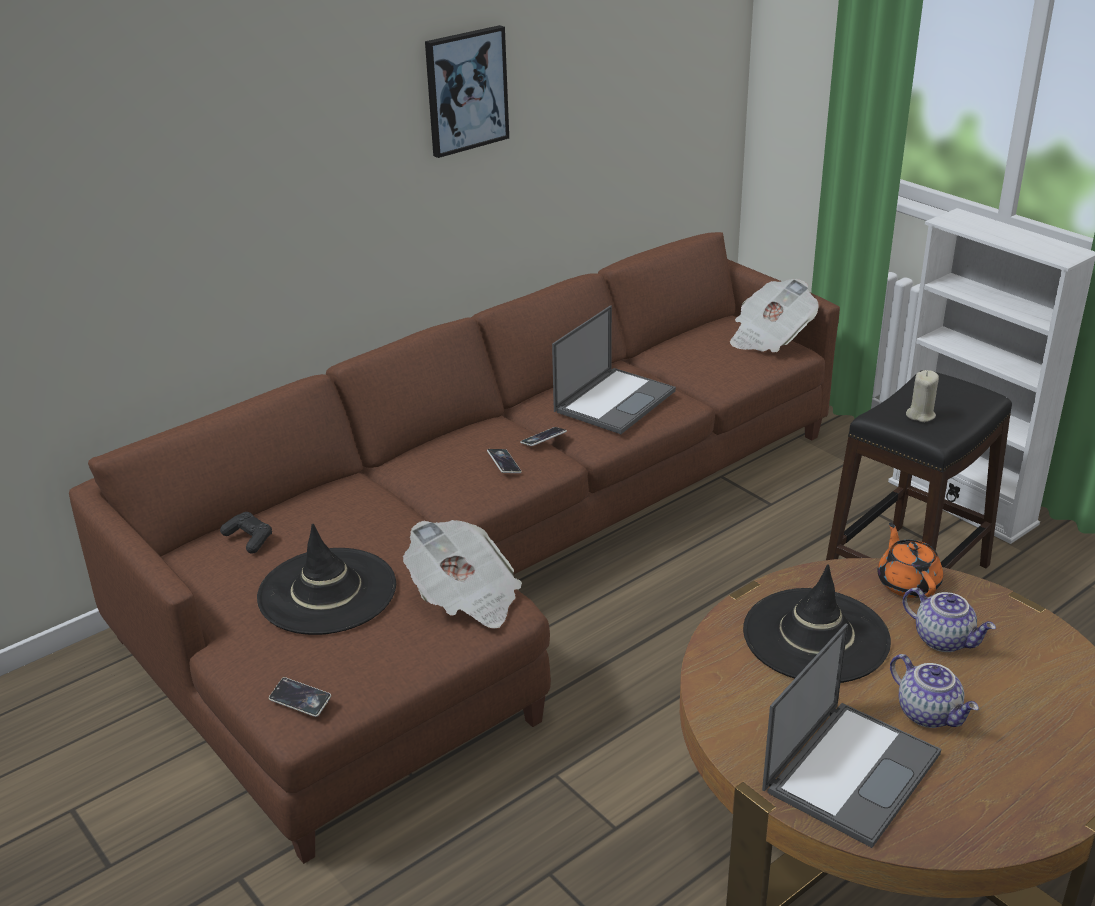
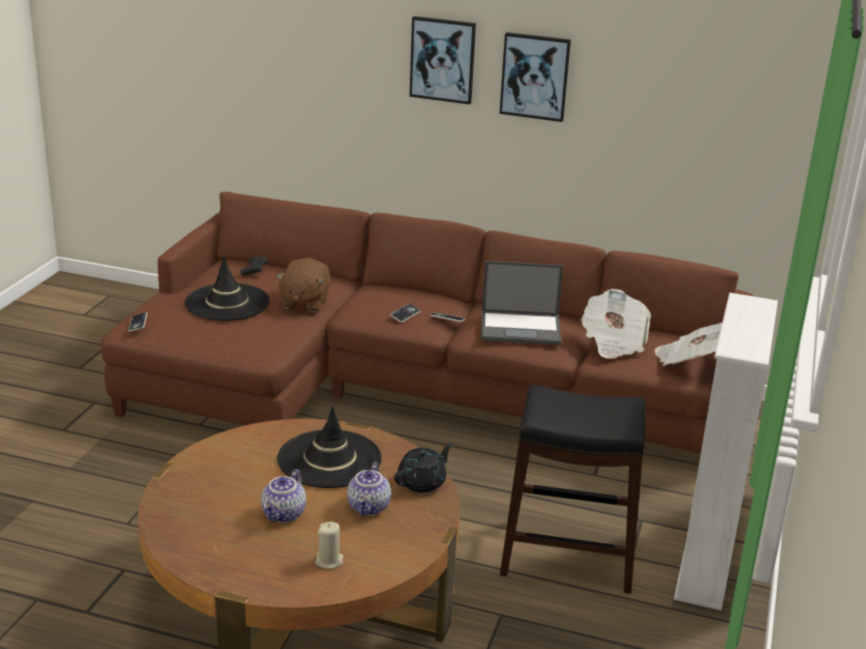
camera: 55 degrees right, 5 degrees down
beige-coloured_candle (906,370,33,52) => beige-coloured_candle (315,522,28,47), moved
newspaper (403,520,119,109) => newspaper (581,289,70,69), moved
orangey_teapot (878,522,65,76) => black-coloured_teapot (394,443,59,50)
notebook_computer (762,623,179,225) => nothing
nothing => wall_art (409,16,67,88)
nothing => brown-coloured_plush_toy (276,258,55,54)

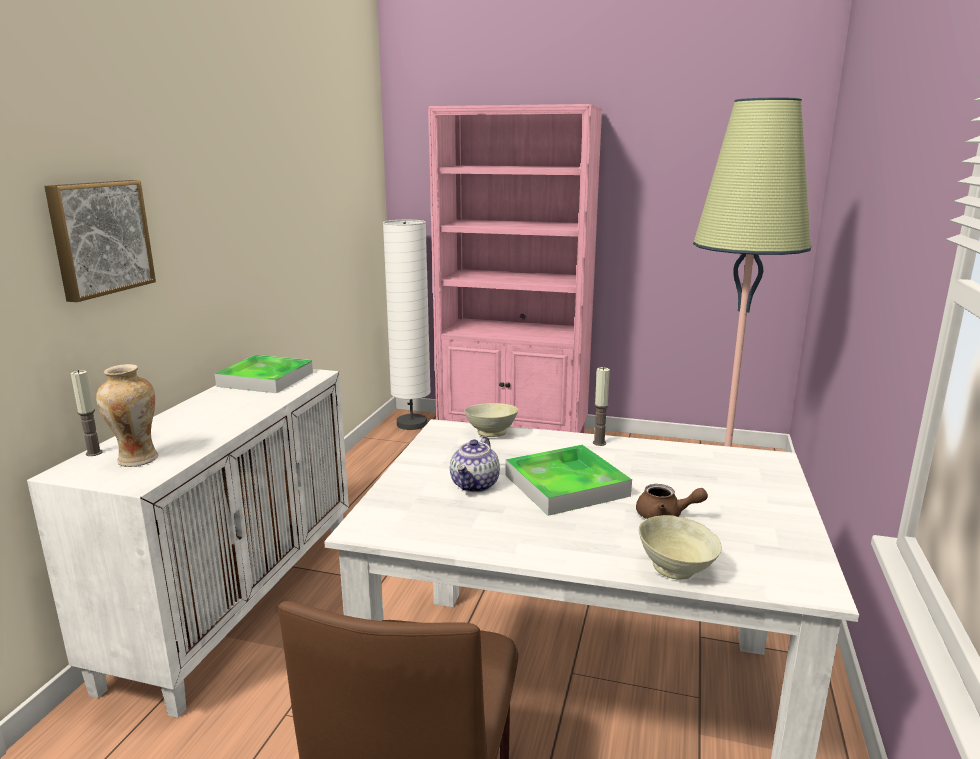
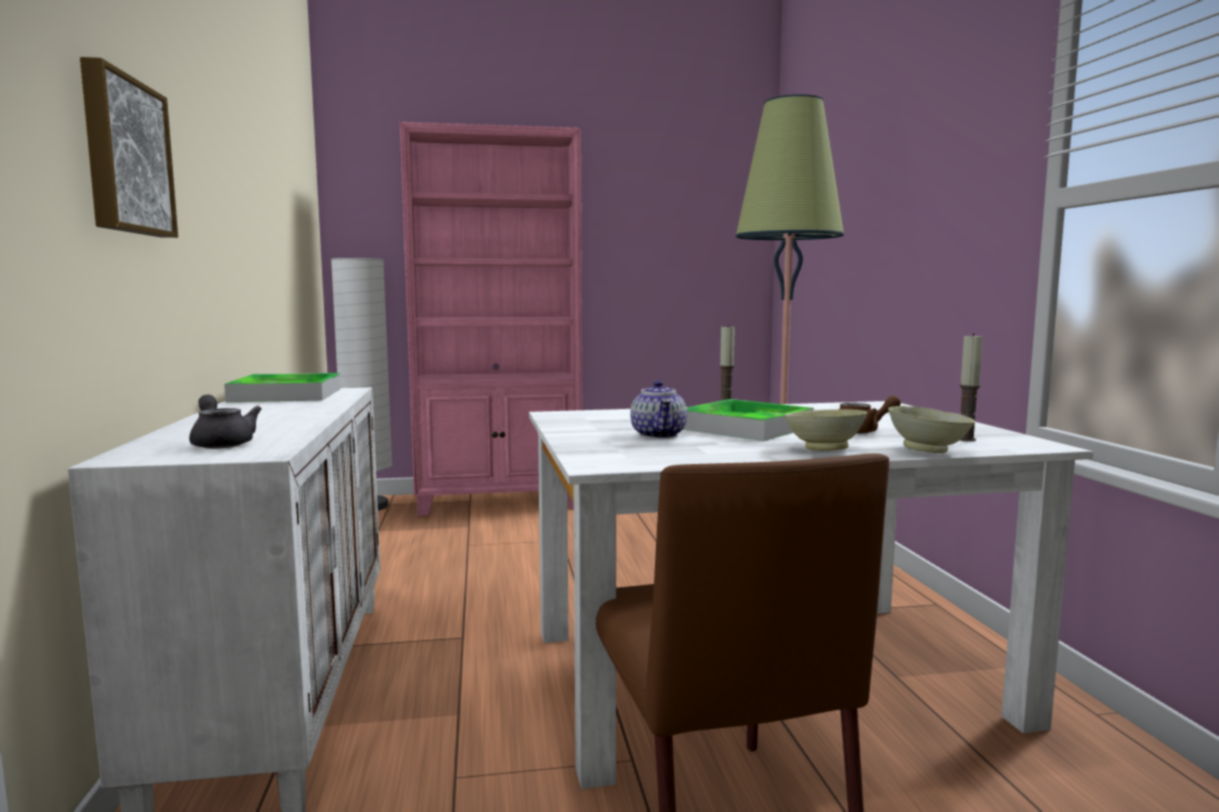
camera: 25 degrees left, 10 degrees down
decorative_vase (96,364,62,103) => grey_teapot (189,395,73,54)
candle (71,370,32,86) => candle (960,333,22,108), moved
beige-coloured_serving_bowl (464,403,54,34) => beige-coloured_serving_bowl (785,409,82,42), moved

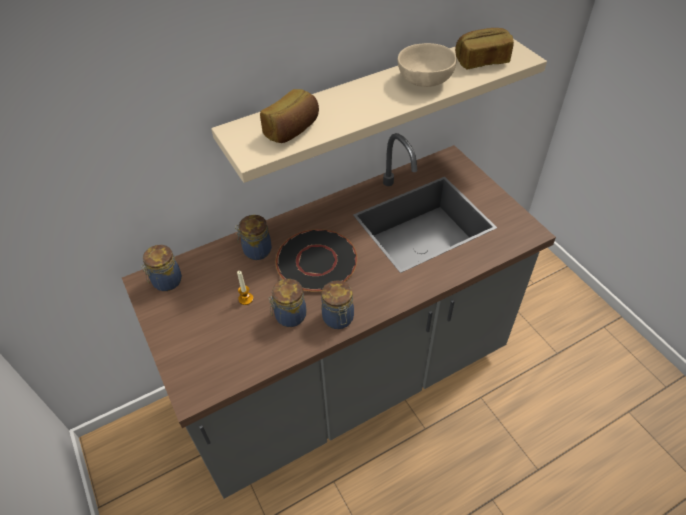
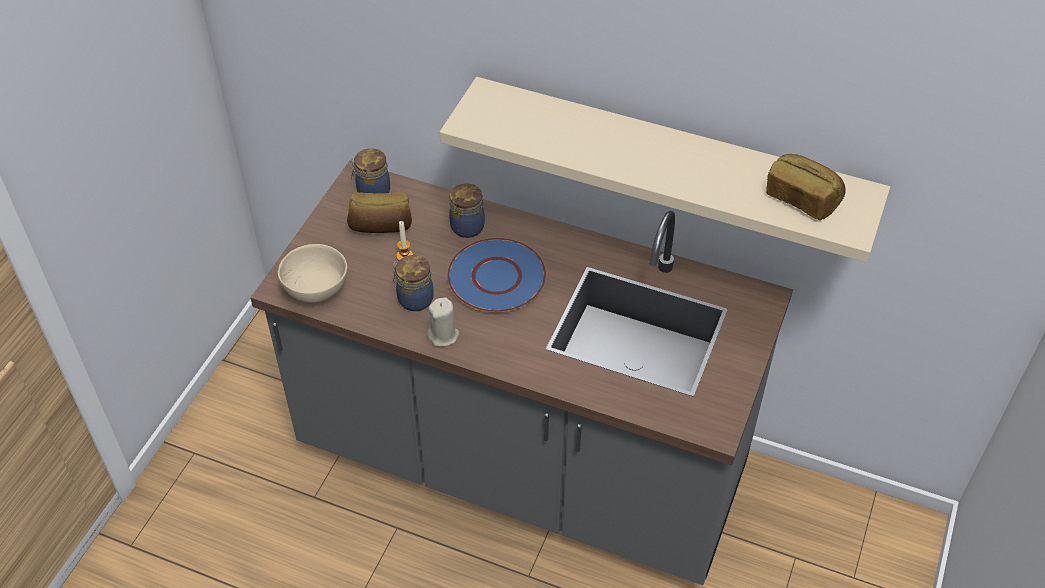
camera: 50 degrees right, 0 degrees up
beige-coloured_serving_bowl (398,43,59,44) => beige-coloured_serving_bowl (278,244,70,59), moved
bakery_bread (260,89,59,54) => bakery_bread (347,192,65,41), moved
black-coloured_plate (276,229,81,63) => blue-coloured_plate (447,238,100,75)
preserve_jar (321,280,33,49) => beige-coloured_candle (427,298,32,49)

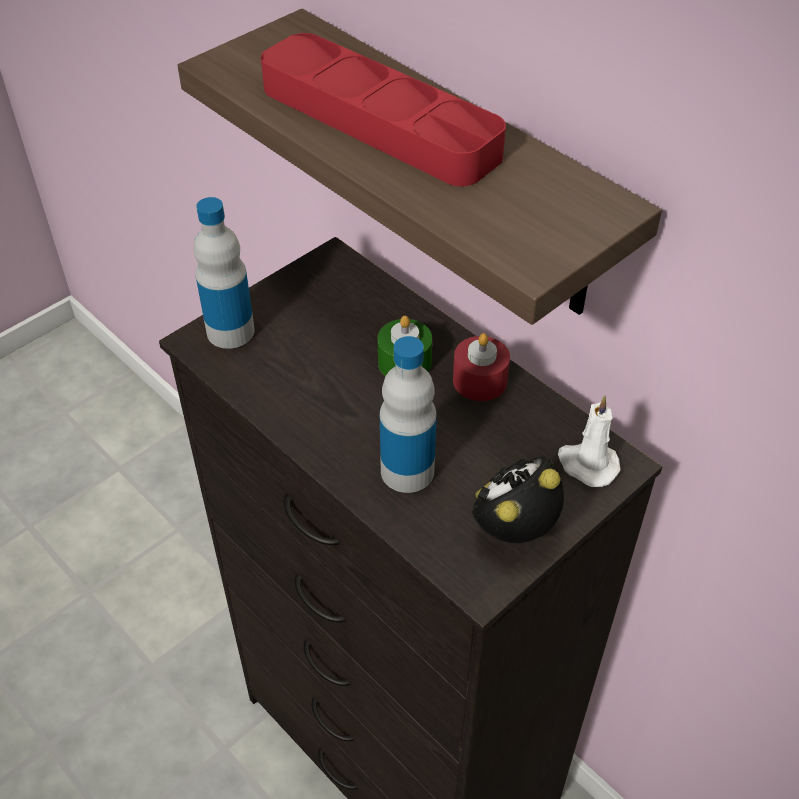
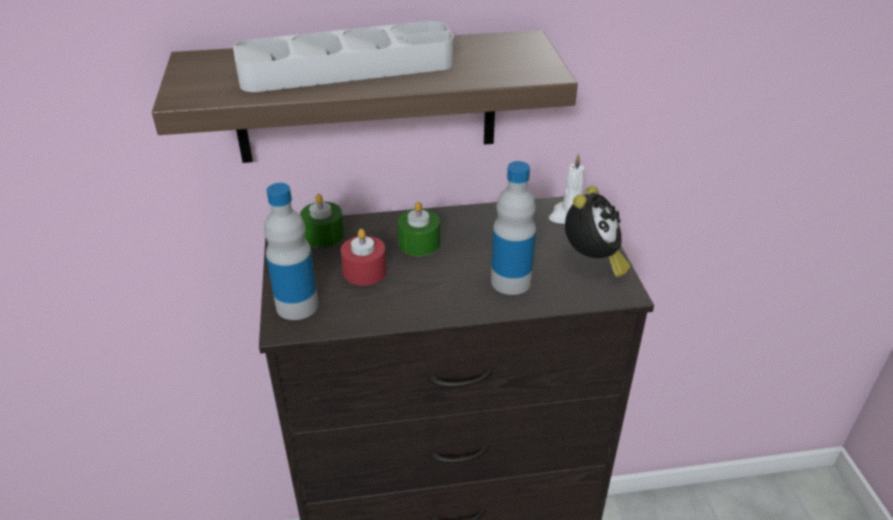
camera: 55 degrees left, 10 degrees down
red_carrying_tray (261,33,245,153) => grey_carrying_tray (233,21,221,71)
red_candle (453,333,57,68) => red_candle (341,229,46,57), moved
bedside_clock (472,456,92,87) => bedside_clock (565,186,65,91), 150 degrees counterclockwise
nothing => green-coloured_candle (300,194,44,54)

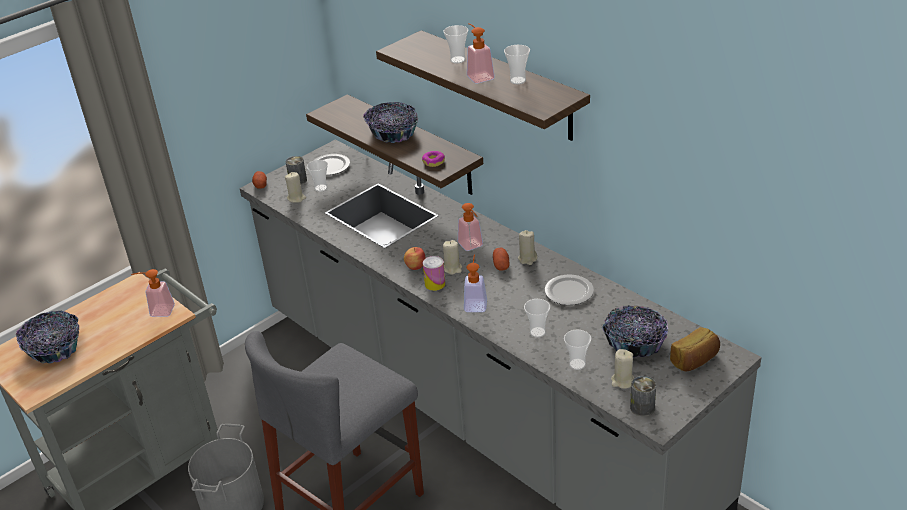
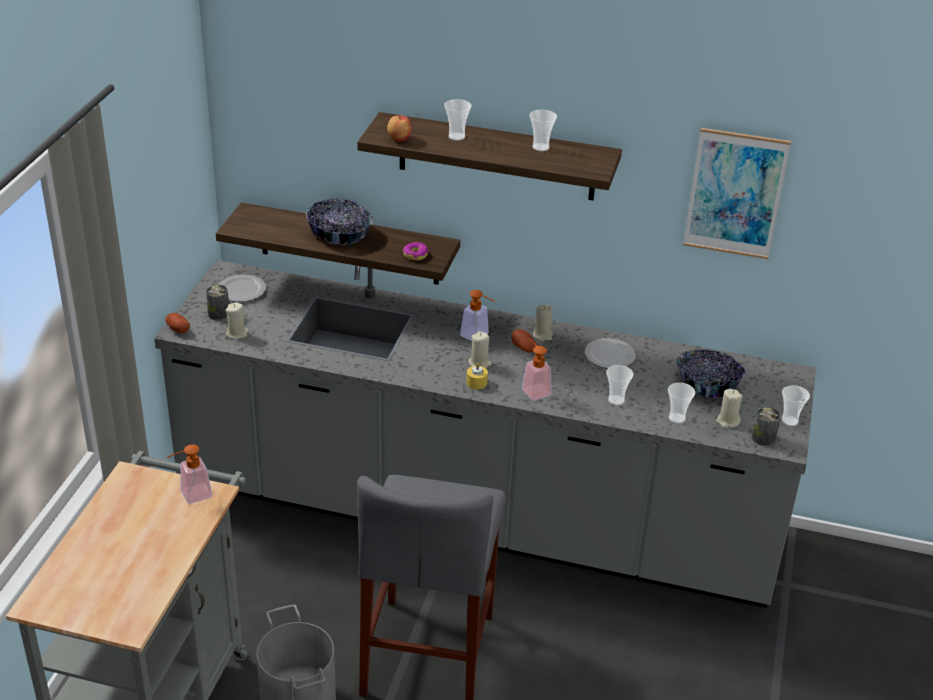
camera: 35 degrees left, 0 degrees up
liquid_soap_bottle (467,23,28,61) => nothing
cup (307,160,21,32) => cup (781,385,29,41), moved
whole_apple (404,247,21,23) => whole_apple (387,114,25,28), moved
metal_can (423,256,22,35) => yellow-coloured_candle (466,363,22,26)
serving_bowl (16,311,63,53) => nothing
bakery_bread (670,327,50,44) => nothing
nothing => wall_art (683,128,108,131)

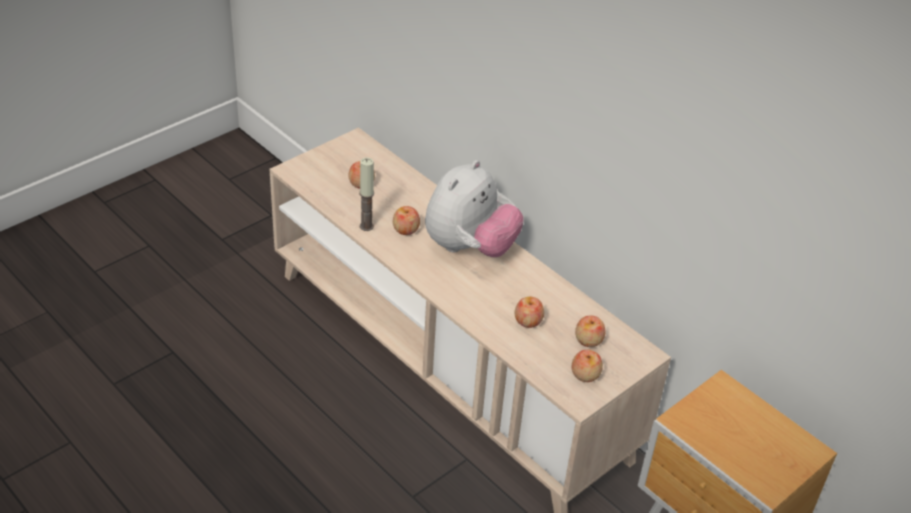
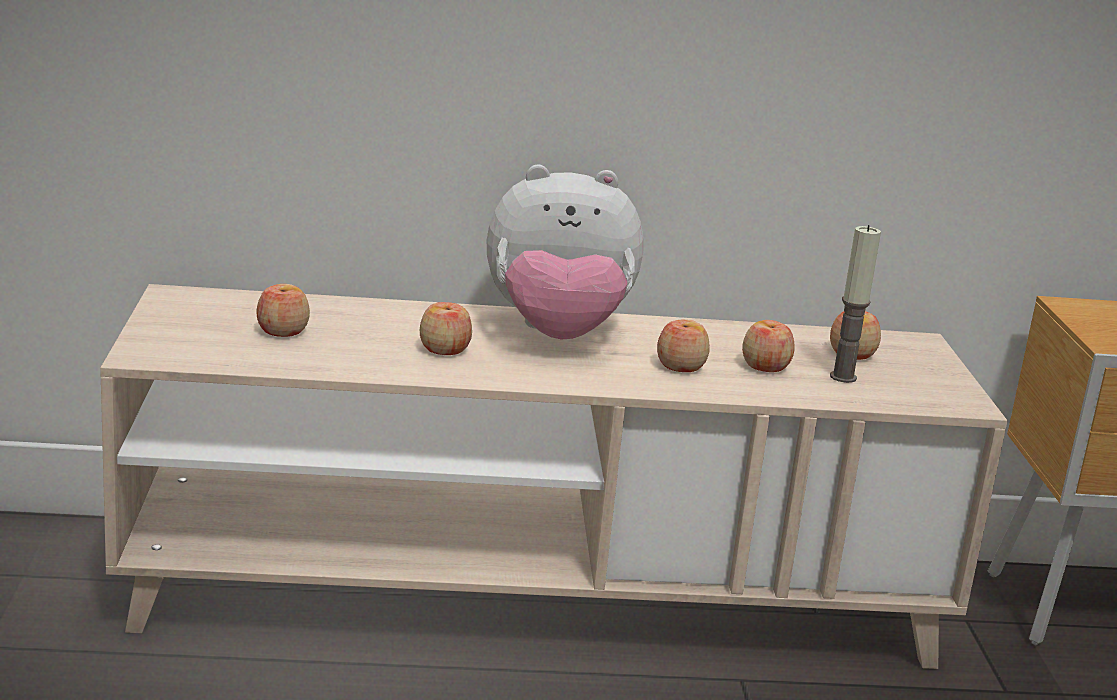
camera: 50 degrees left, 20 degrees down
candle (359,158,15,73) => candle (830,225,51,158), moved
plush_toy (425,160,99,97) => plush_toy (487,165,157,174), 105 degrees clockwise
whole_apple (572,349,31,33) => whole_apple (657,320,53,52), moved

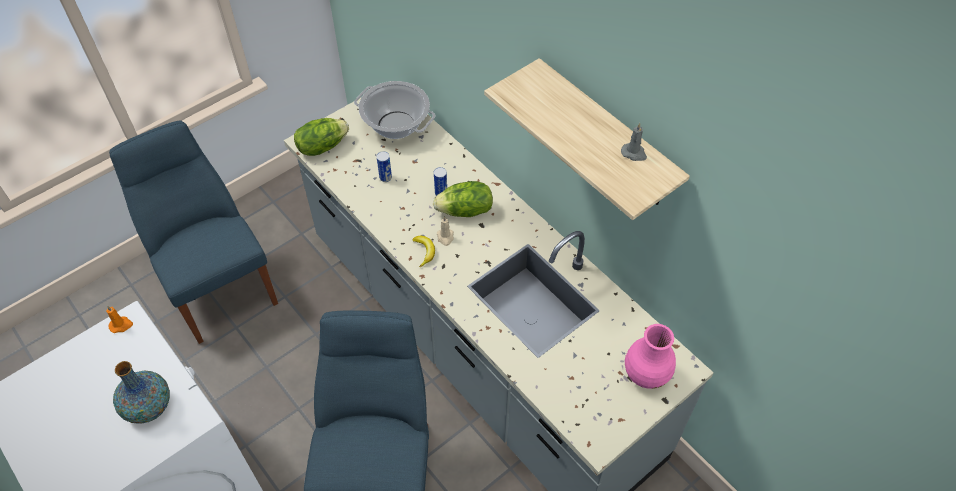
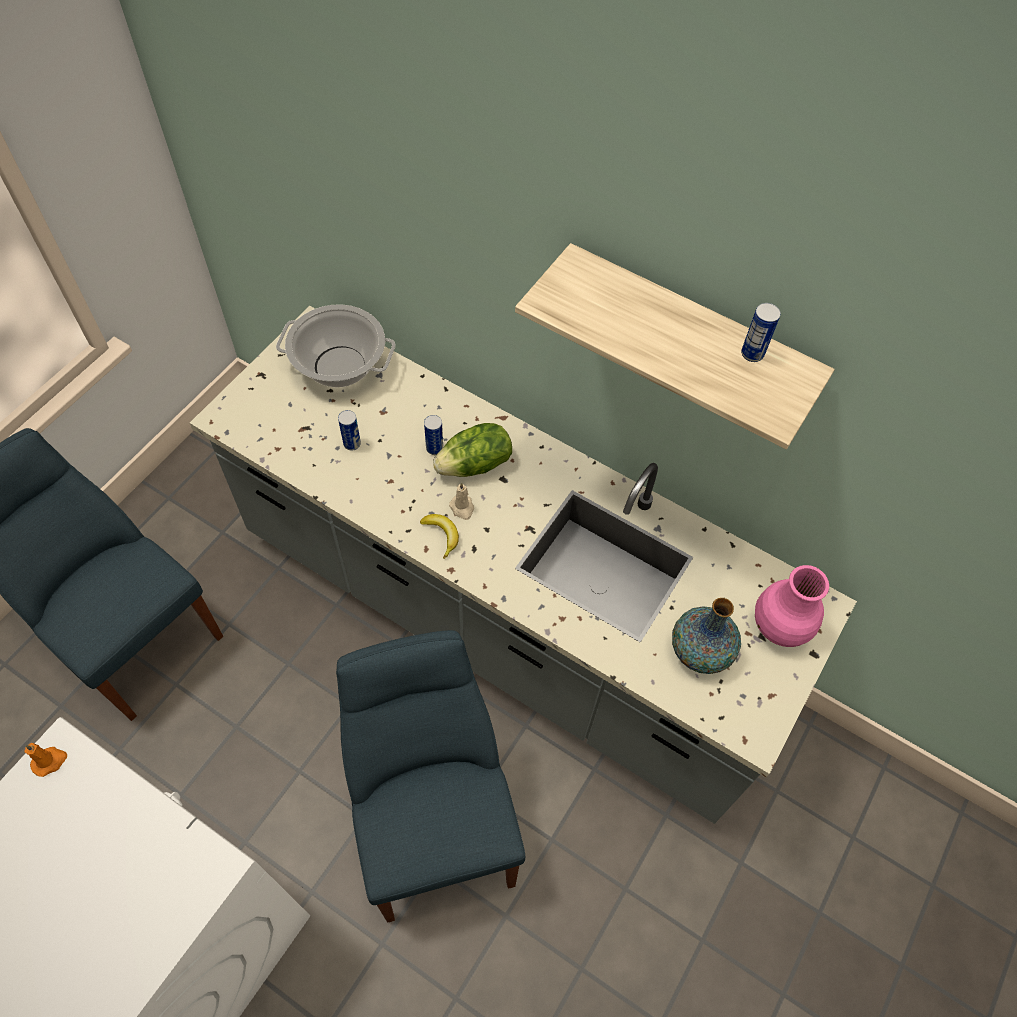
camera: 20 degrees left, 5 degrees up
lettuce_head (294,118,55,38) => nothing
grey_candle (621,123,26,38) => metal_can (741,303,40,59)
decorative_vase (113,361,57,63) => decorative_vase (672,598,69,76), moved

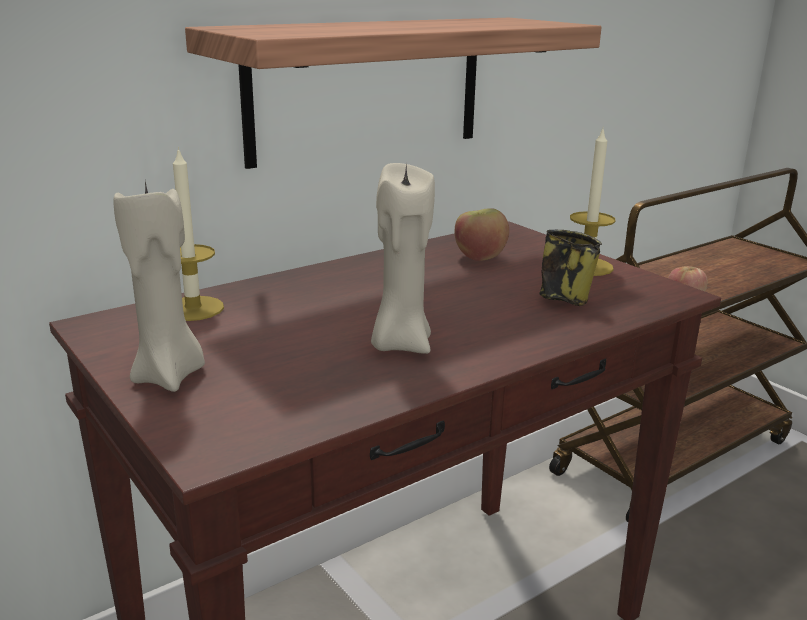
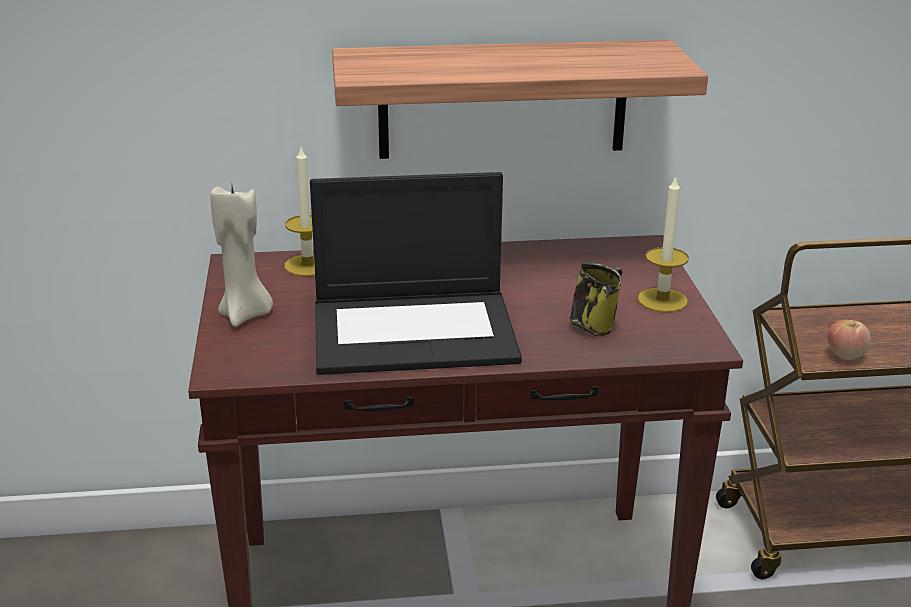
camera: 30 degrees right, 5 degrees up
beige-coloured_candle (371,163,64,191) => notebook_computer (310,172,212,203)
whole_apple (455,208,54,53) => nothing

